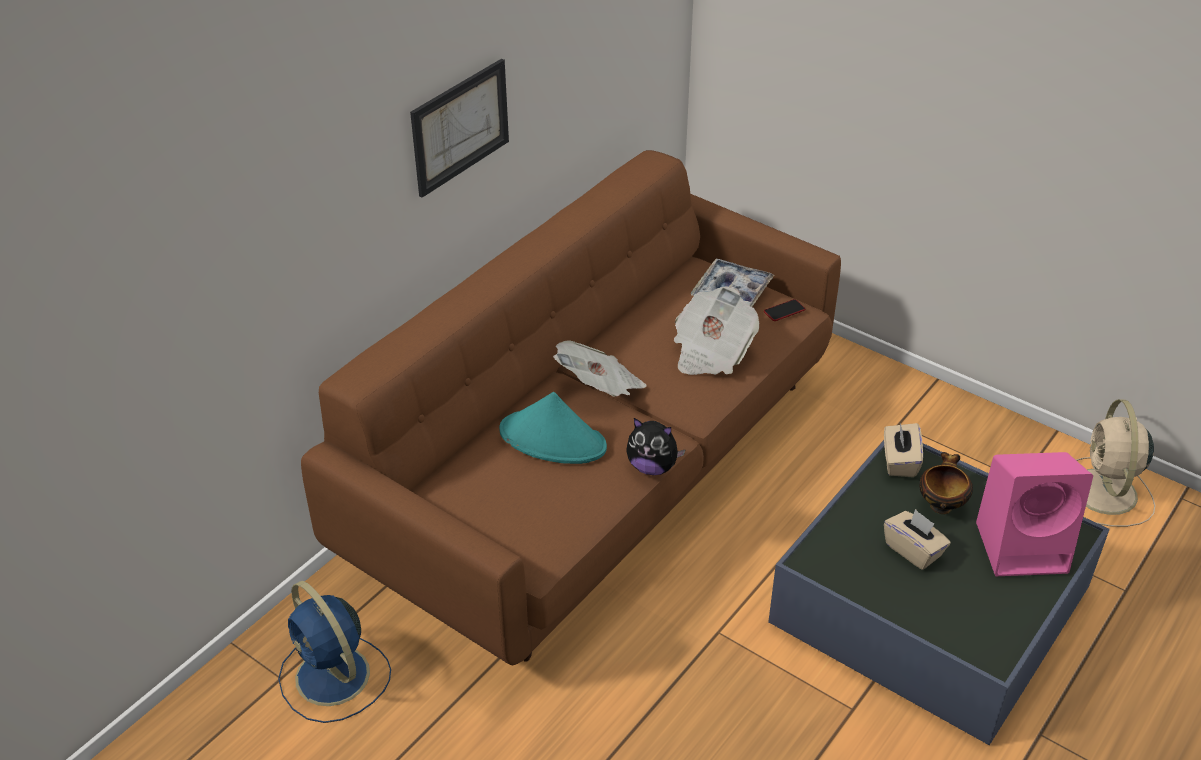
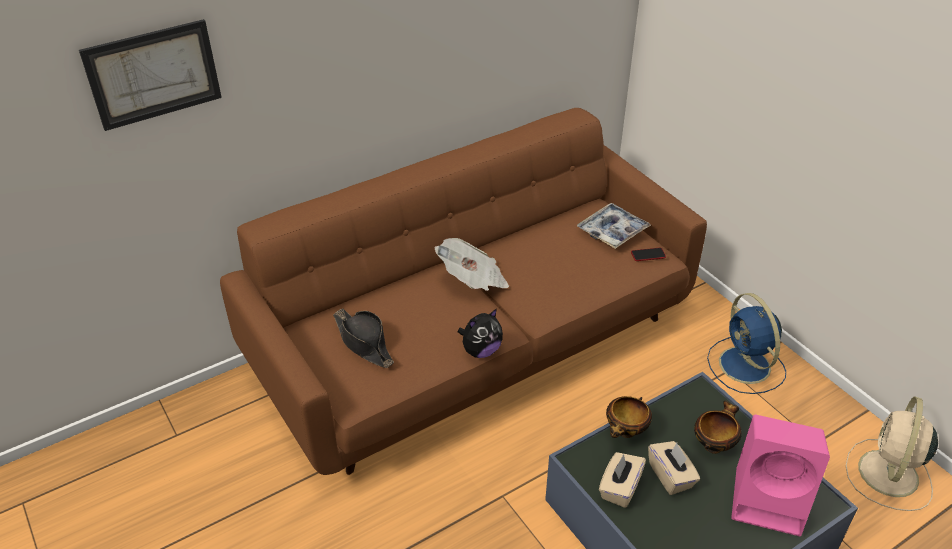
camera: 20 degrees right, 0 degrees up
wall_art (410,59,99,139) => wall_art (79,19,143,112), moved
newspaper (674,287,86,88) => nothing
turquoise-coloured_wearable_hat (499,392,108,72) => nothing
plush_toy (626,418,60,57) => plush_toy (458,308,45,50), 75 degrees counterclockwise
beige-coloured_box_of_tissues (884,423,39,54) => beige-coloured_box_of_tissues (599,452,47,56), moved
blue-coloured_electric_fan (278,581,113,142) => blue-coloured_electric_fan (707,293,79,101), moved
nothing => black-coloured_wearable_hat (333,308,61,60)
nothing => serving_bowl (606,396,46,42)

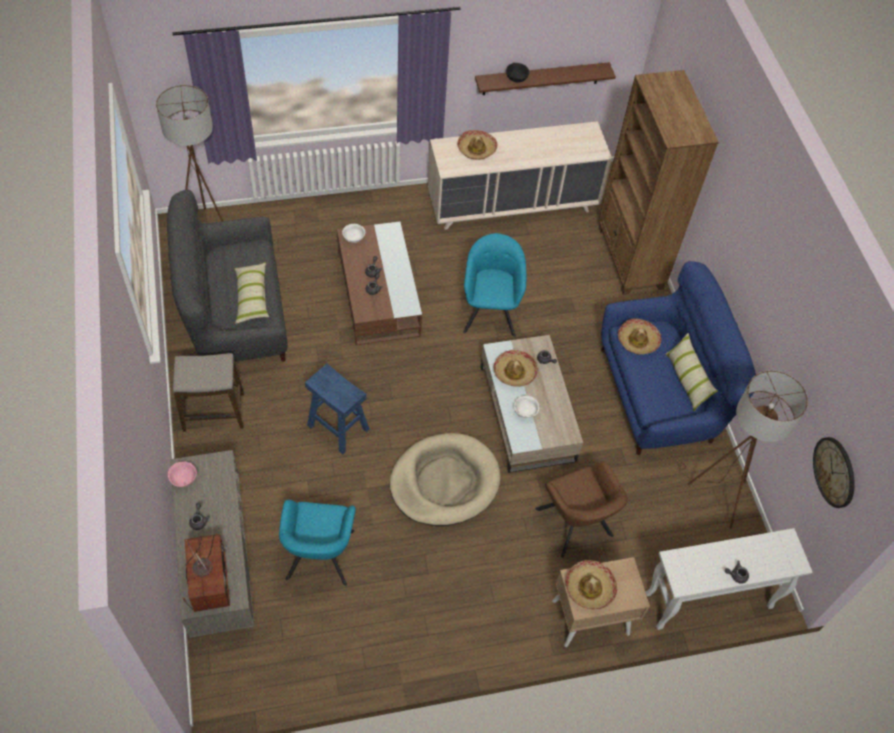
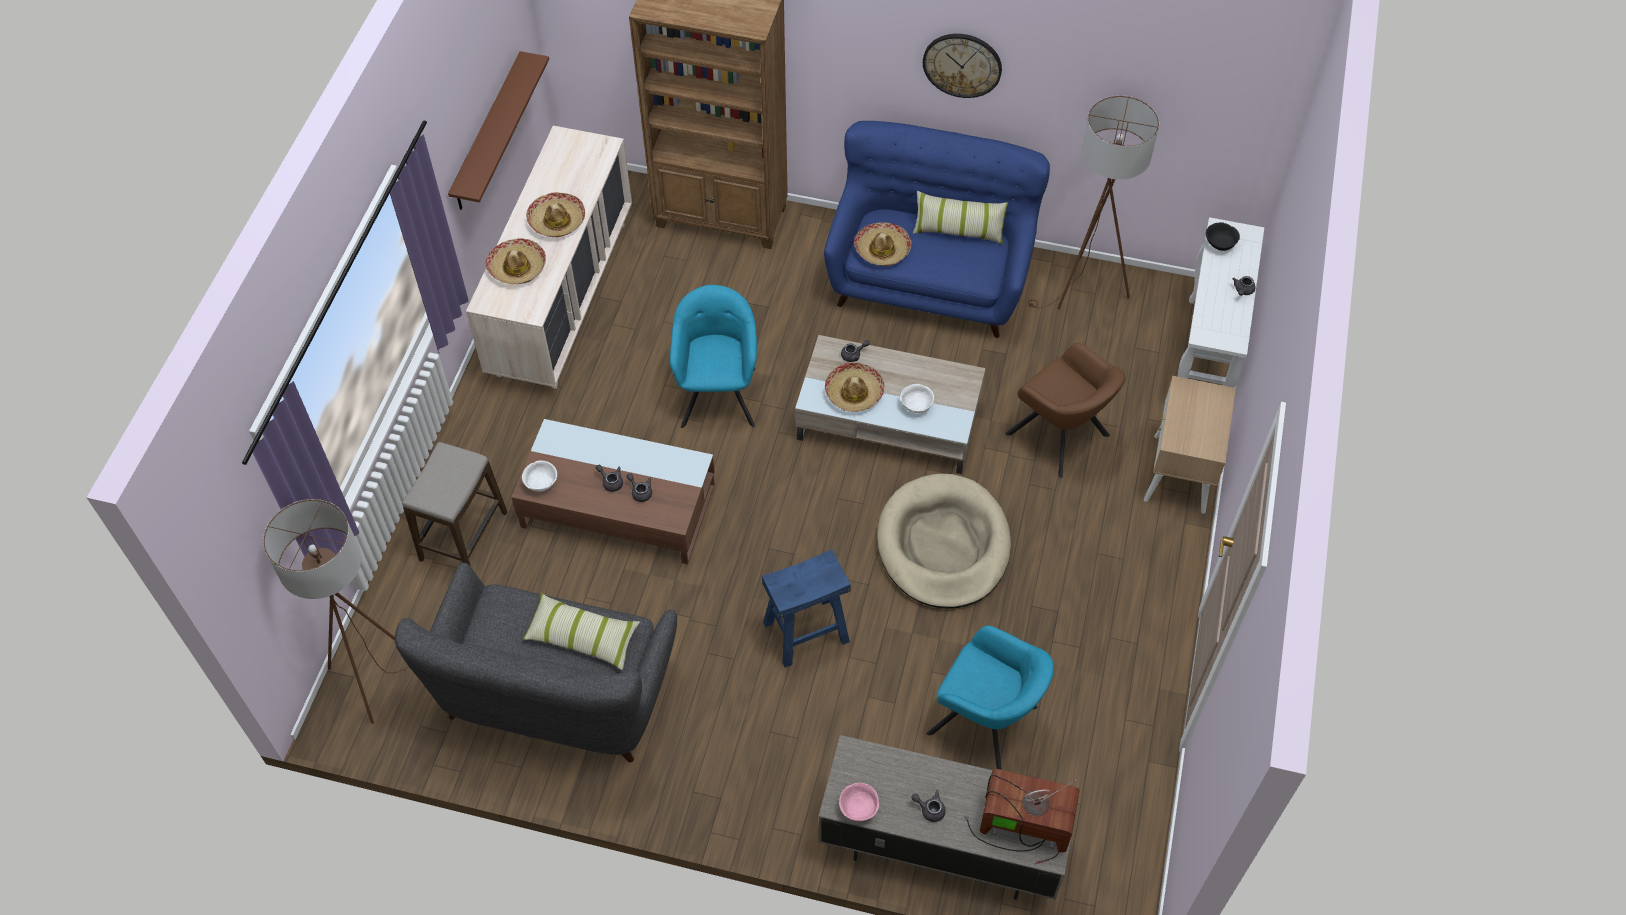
camera: 60 degrees left, 0 degrees up
black-coloured_serving_bowl (506,63,23,20) => black-coloured_serving_bowl (1206,222,34,29), moved
turquoise-coloured_lounge_chair (463,233,64,104) => turquoise-coloured_lounge_chair (670,285,87,143), 60 degrees clockwise
sitting_stool (173,353,71,79) => sitting_stool (402,442,105,125), moved
wall_clock (813,437,42,71) => wall_clock (923,34,79,64), moved
brown-coloured_lounge_chair (535,461,93,97) => brown-coloured_lounge_chair (1005,343,120,135), 45 degrees clockwise
wearable_hat (565,560,52,50) => wearable_hat (526,192,59,45), moved

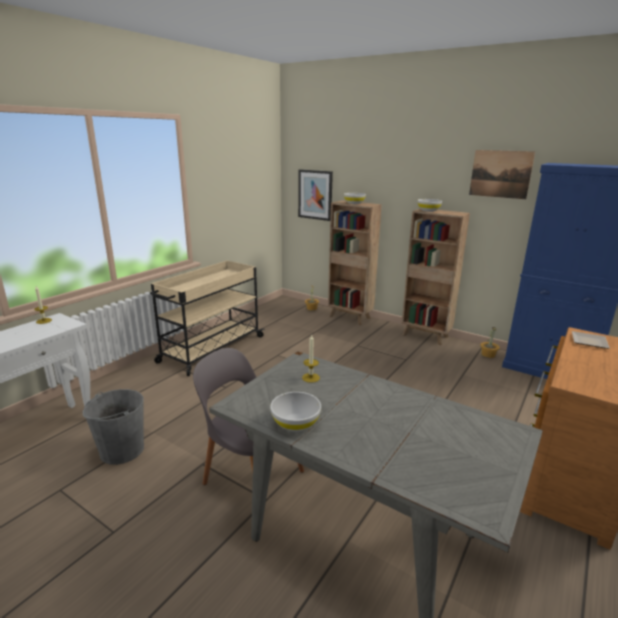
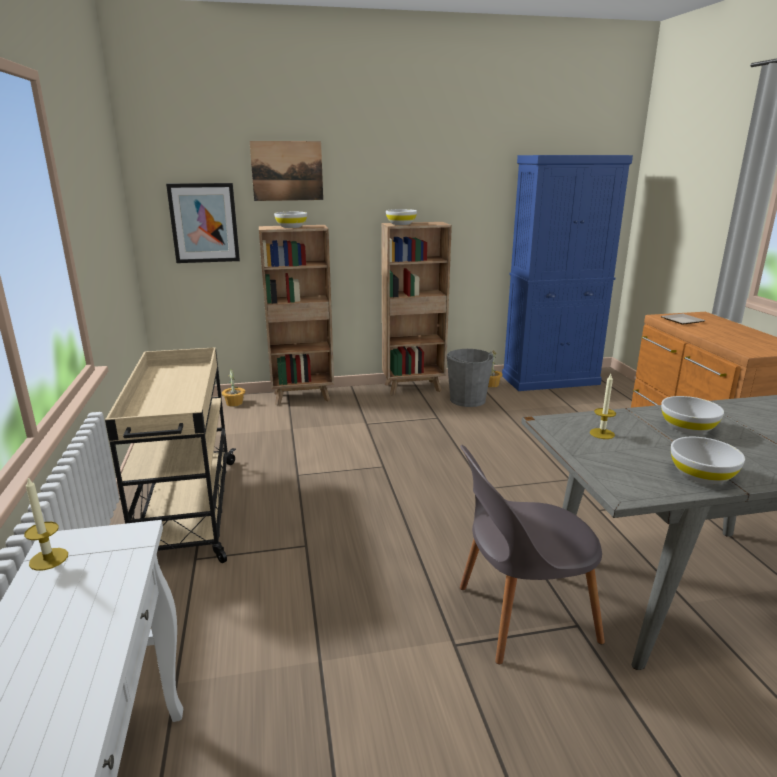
camera: 45 degrees left, 0 degrees up
wall_art (469,150,66,49) => wall_art (250,141,73,60), moved
grey_bucket (82,389,62,76) => grey_bucket (447,349,47,58), moved
nothing => white-coloured_serving_bowl (661,396,63,38)

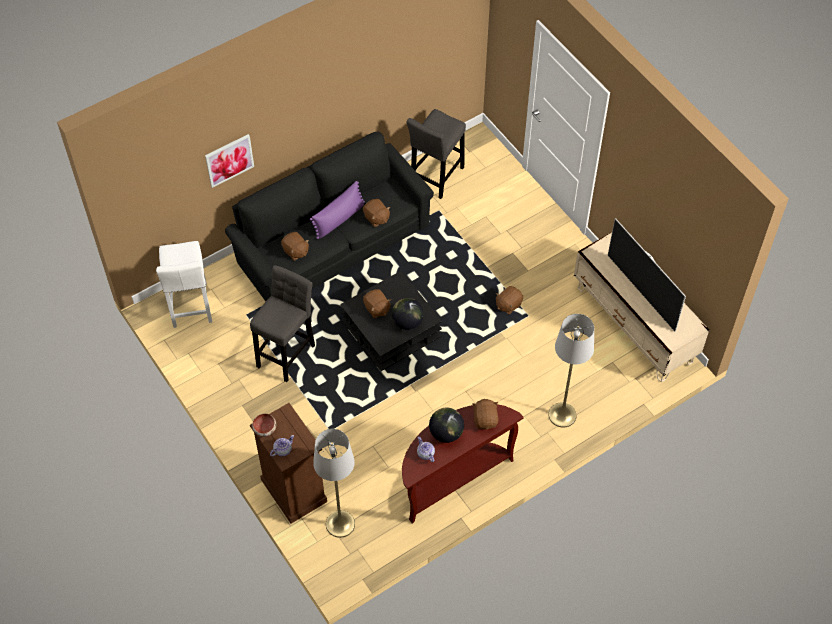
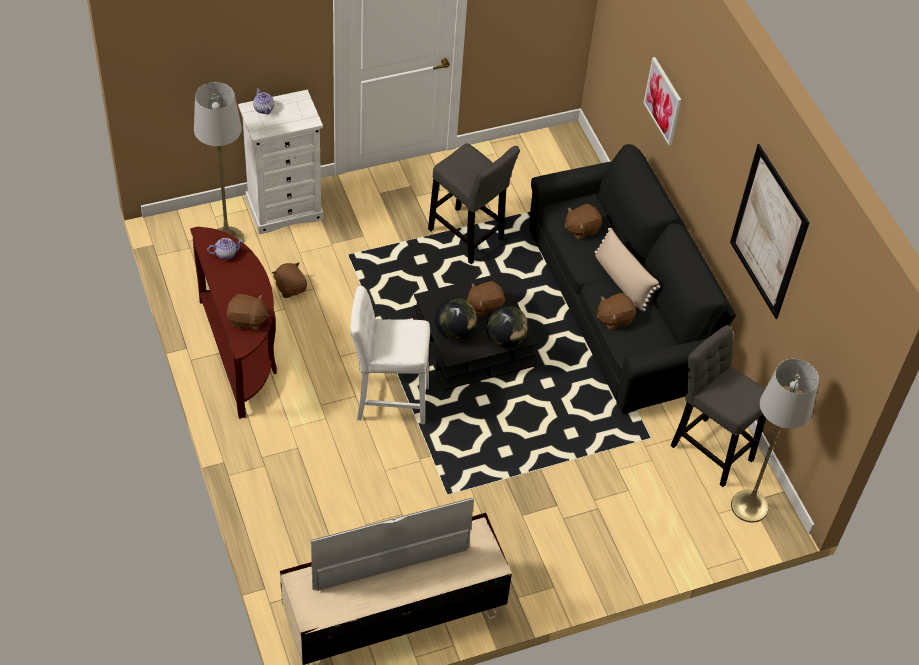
camera: 100 degrees right, 5 degrees down
purplish_pillow (310,181,55,58) => beige-coloured_pillow (595,228,65,83)
white-coloured_sitting_stool (156,241,56,87) => white-coloured_sitting_stool (351,286,79,138), moved
brown-coloured_plush_toy (496,286,28,28) => brown-coloured_plush_toy (272,262,35,36), moved
grey_standard_lamp (548,314,46,114) => grey_standard_lamp (731,359,88,164), moved
brown-coloured_drawer_chest (250,403,77,120) => white-coloured_drawer_chest (238,90,86,144)
desk_globe (429,408,35,35) => desk_globe (486,305,42,42), moved
serving_bowl (252,413,24,24) => nothing
nothing => wall_art (730,144,80,175)

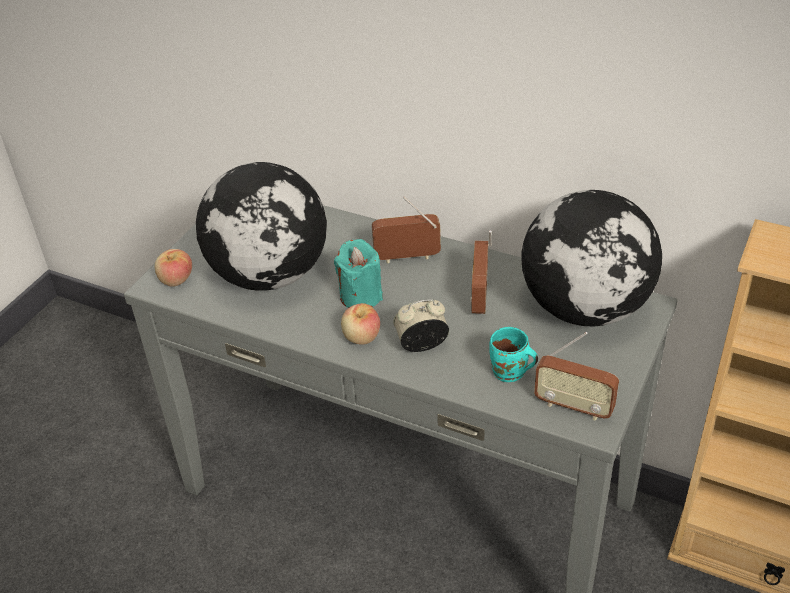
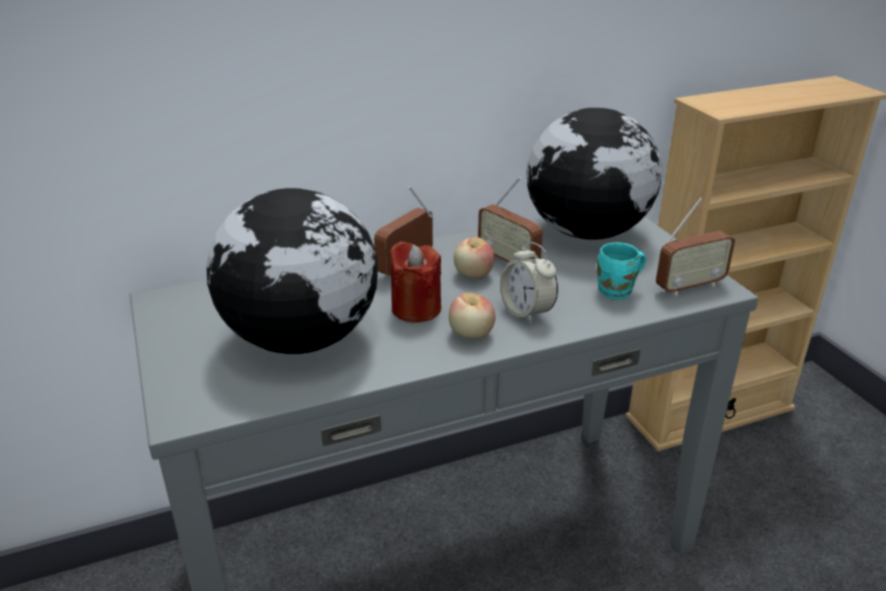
camera: 50 degrees left, 10 degrees down
turquoise-coloured_candle (334,239,49,69) => red_candle (389,241,52,82)
whole_apple (155,249,37,38) => whole_apple (454,237,41,42), moved
bedside_clock (393,299,56,53) => bedside_clock (500,242,58,82), 60 degrees counterclockwise

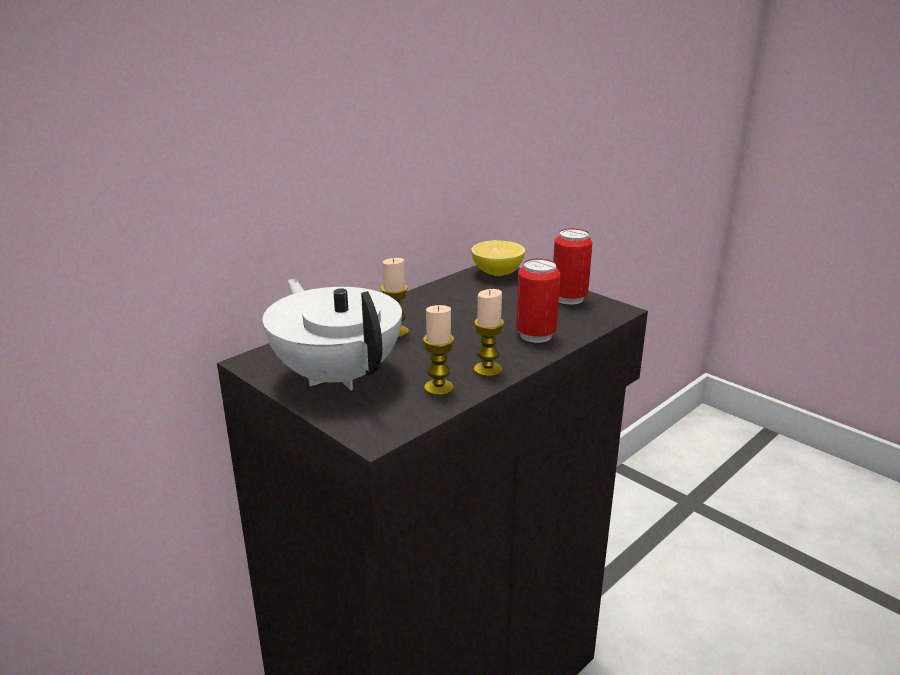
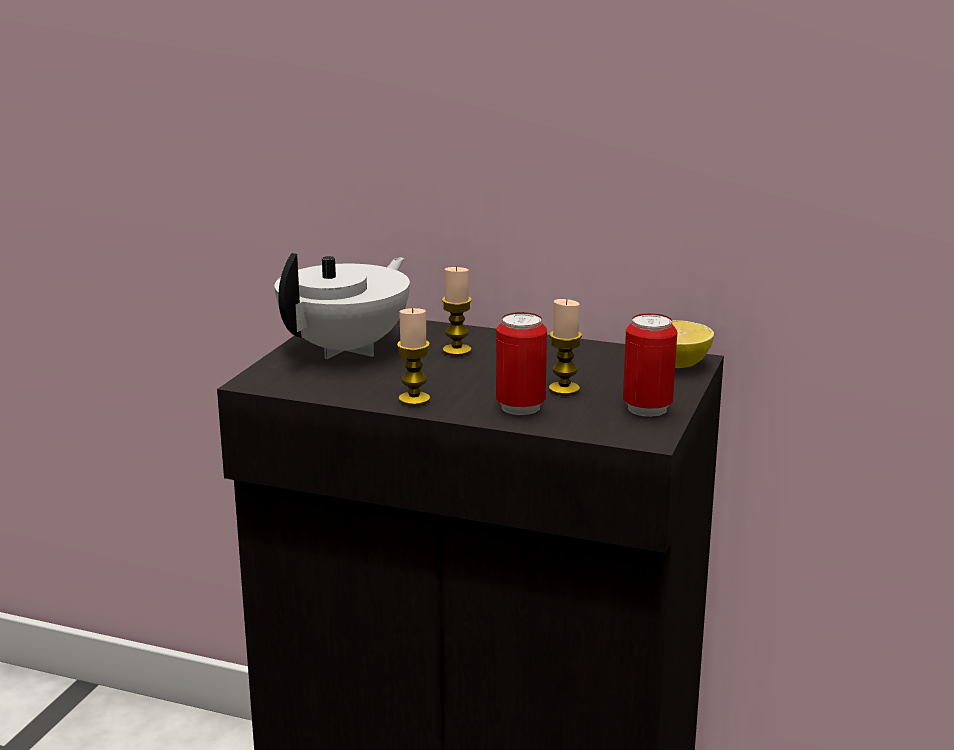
camera: 65 degrees right, 5 degrees down
candle (423,305,31,91) => candle (549,299,33,97), moved

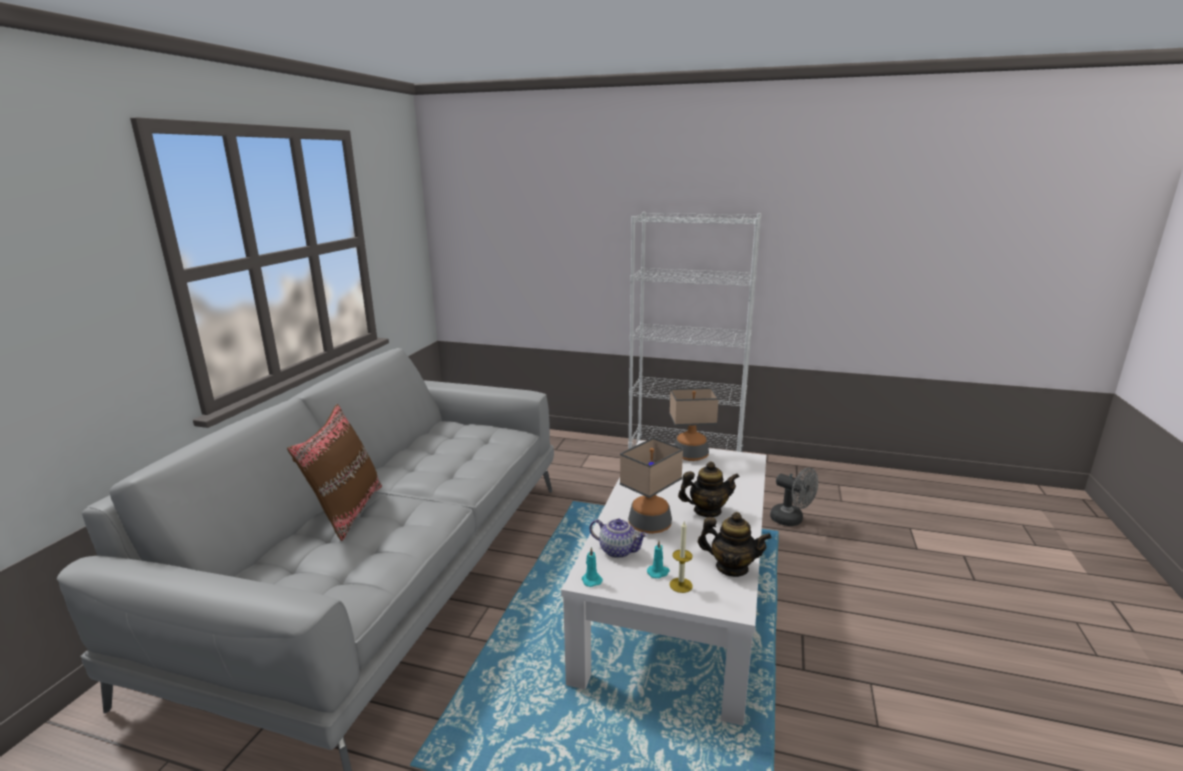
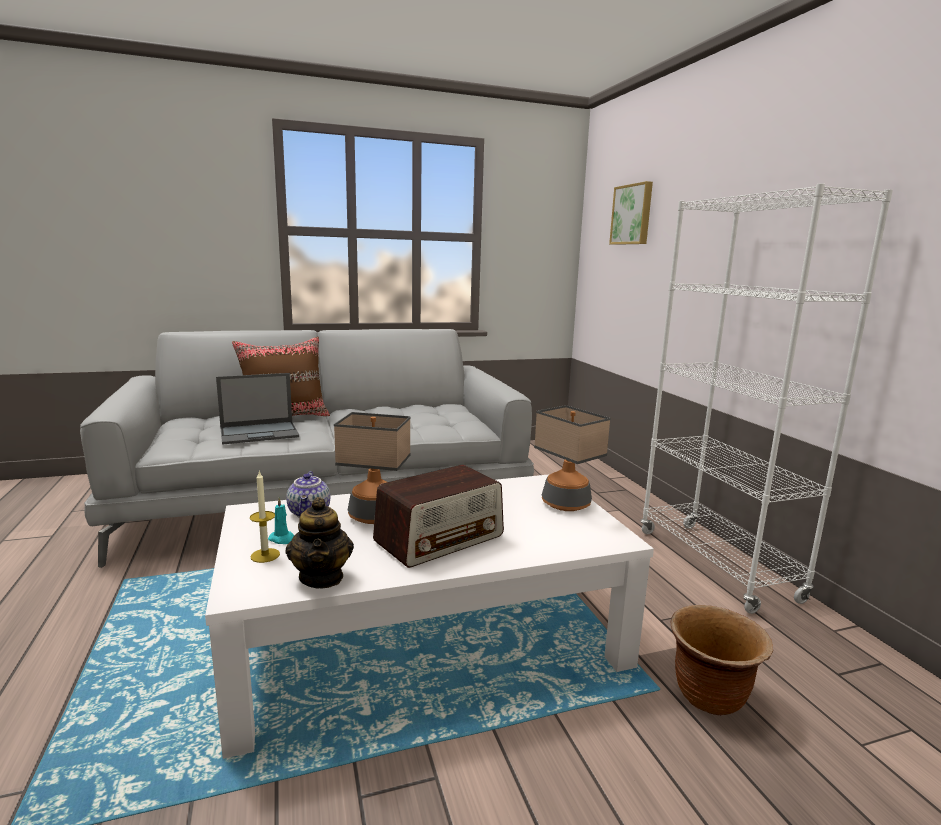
camera: 55 degrees right, 5 degrees down
teapot (678,461,62,56) => radio_receiver (373,465,131,103)
grey_electric_fan (770,468,48,58) => brown-coloured_flower_pot (670,605,103,111)
turquoise-coloured_candle (582,547,21,40) => nothing
nothing => wall_art (609,181,44,64)
nothing => notebook_computer (216,373,83,71)

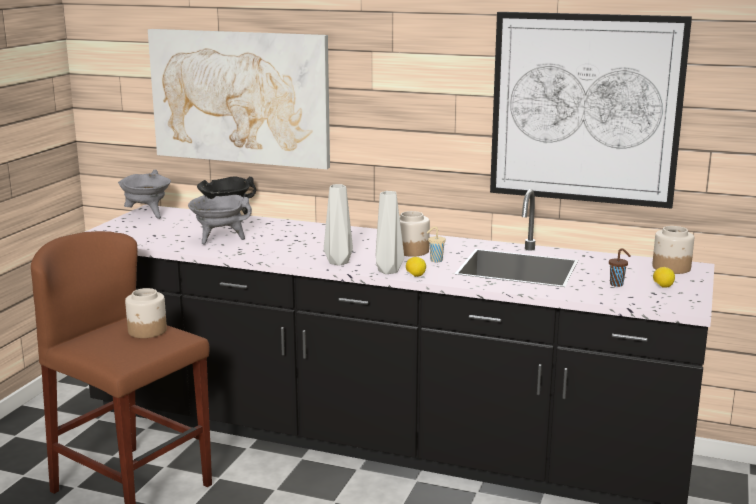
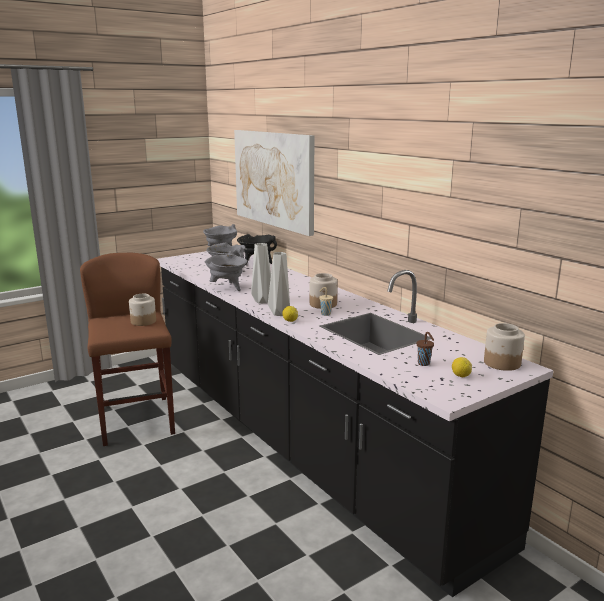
camera: 35 degrees right, 0 degrees up
wall_art (490,12,202,197) => nothing
nothing => grey_stockpot (205,251,42,40)

